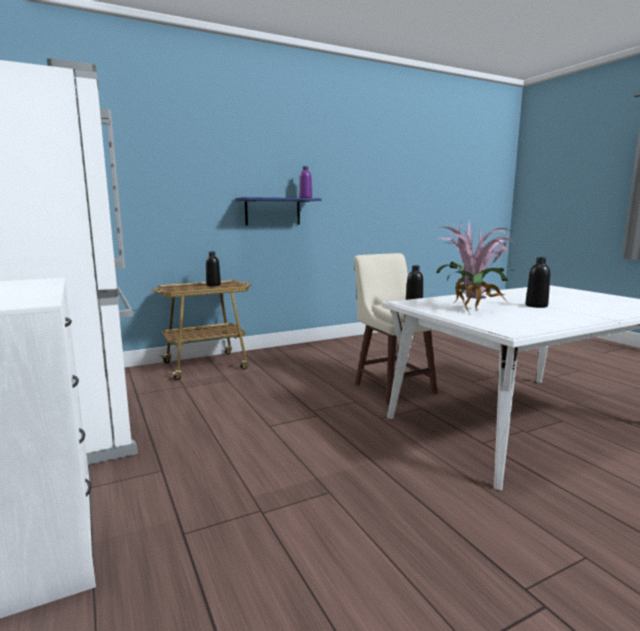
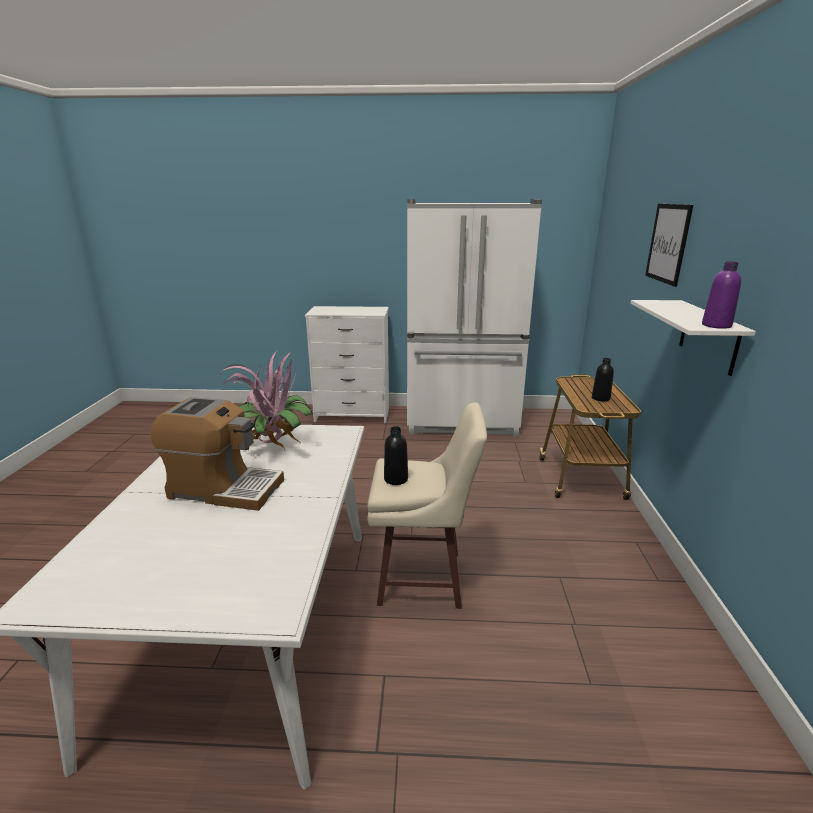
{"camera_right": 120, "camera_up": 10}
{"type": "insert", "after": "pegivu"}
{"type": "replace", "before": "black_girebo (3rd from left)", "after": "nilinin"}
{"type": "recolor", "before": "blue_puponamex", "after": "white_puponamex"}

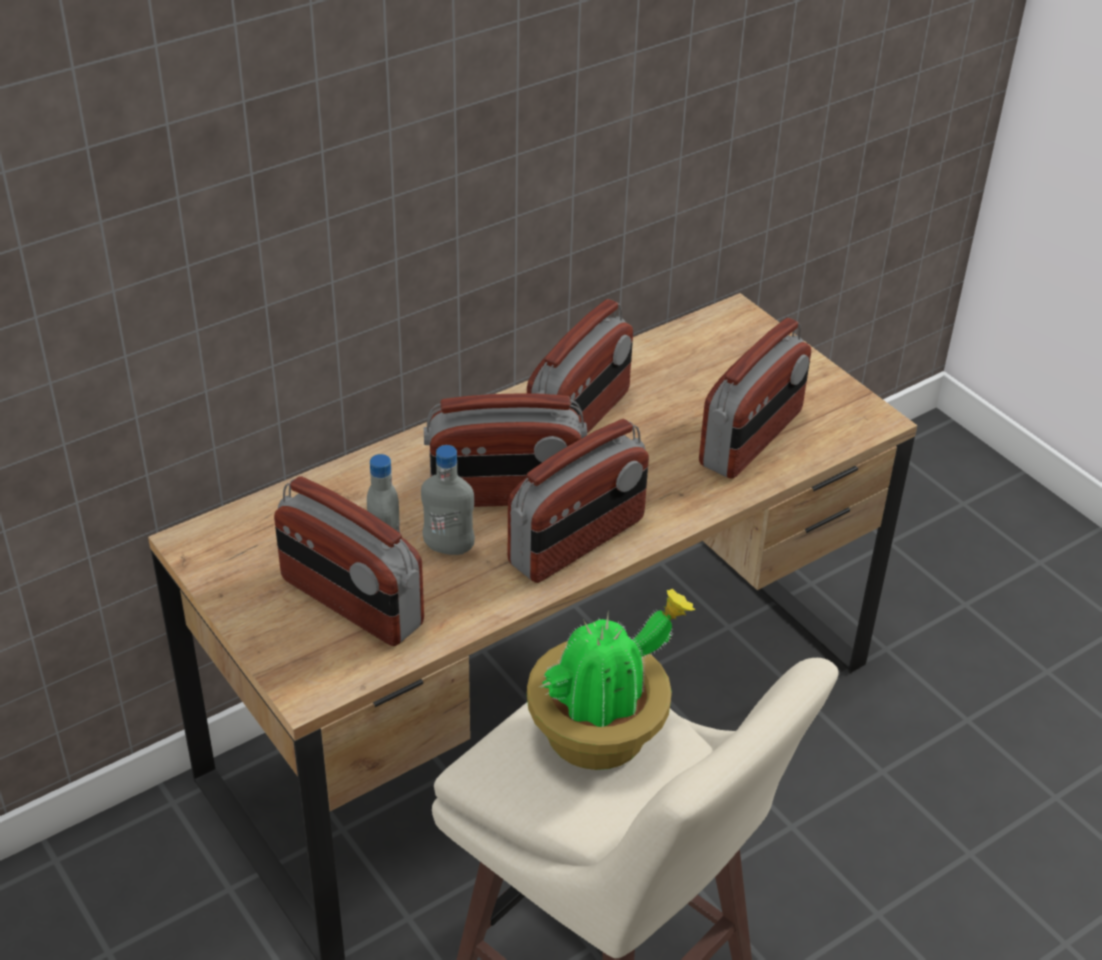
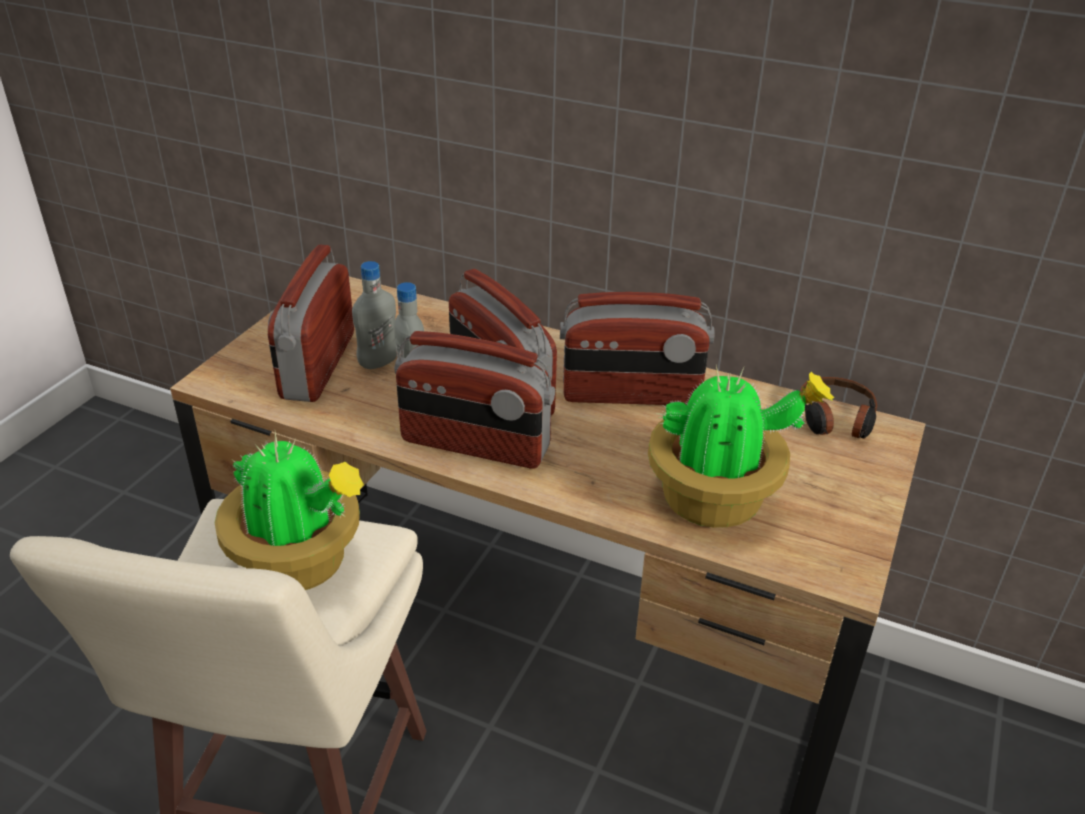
{"camera_right": 60, "camera_up": -5}
{"type": "insert", "after": "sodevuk"}
{"type": "replace", "before": "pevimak (5th from left)", "after": "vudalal (2nd from left)"}

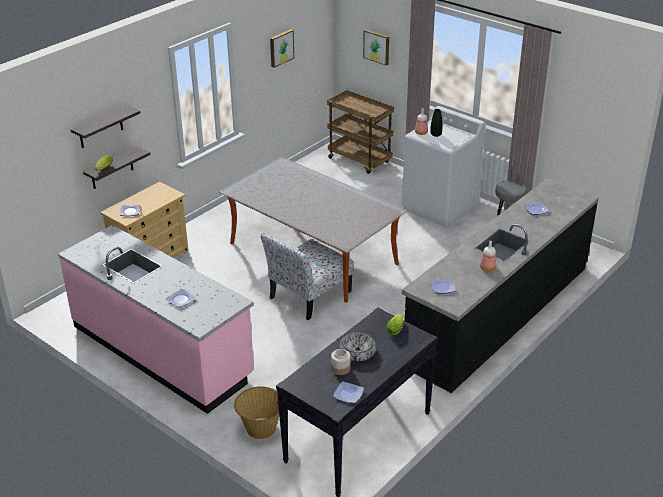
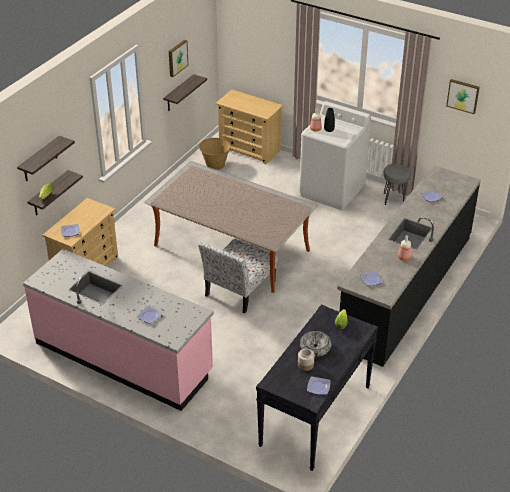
{"camera_right": -10, "camera_up": 5}
{"type": "insert", "after": "puponamex (3rd from left)"}
{"type": "move", "before": "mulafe"}
{"type": "move", "before": "pegivu (2nd from left)"}
{"type": "replace", "before": "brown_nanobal", "after": "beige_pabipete (2nd from left)"}

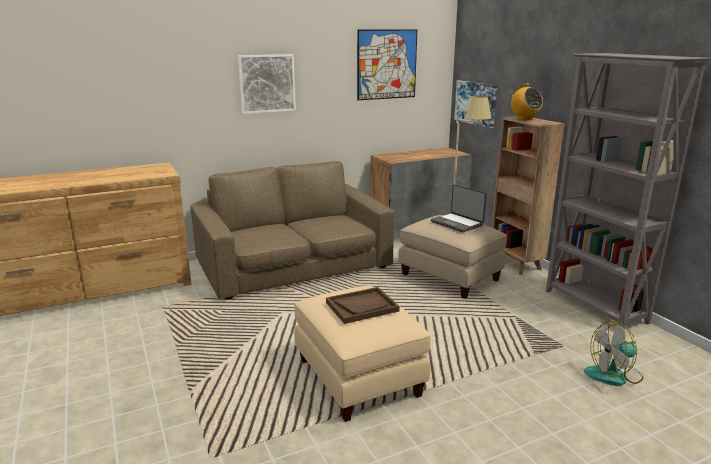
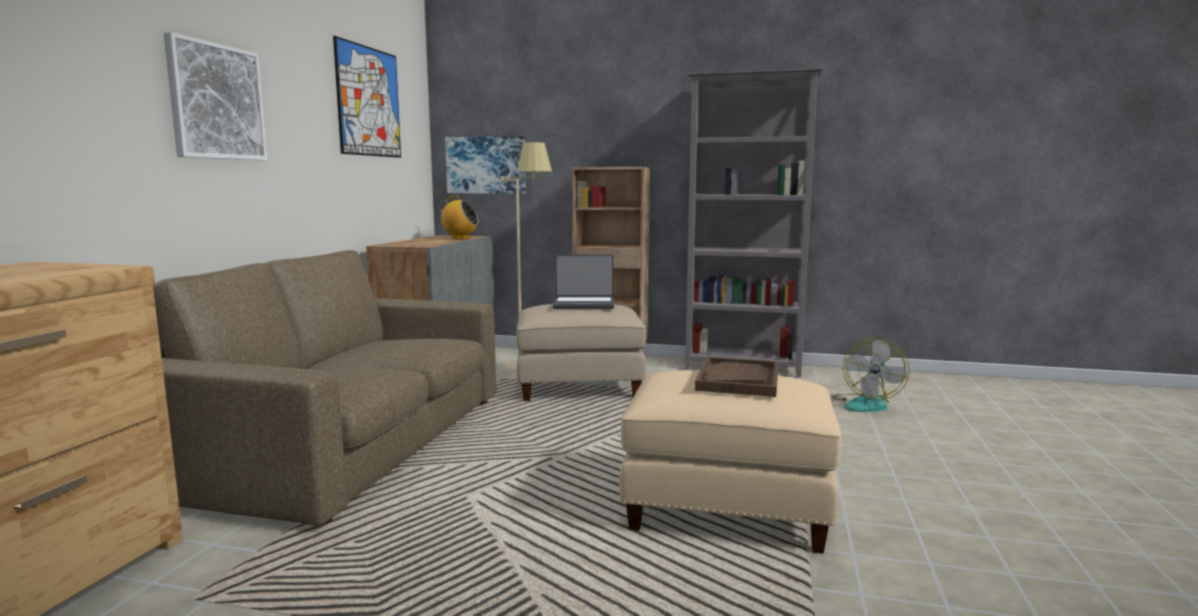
{"camera_right": -50, "camera_up": -10}
{"type": "move", "before": "pevimak"}

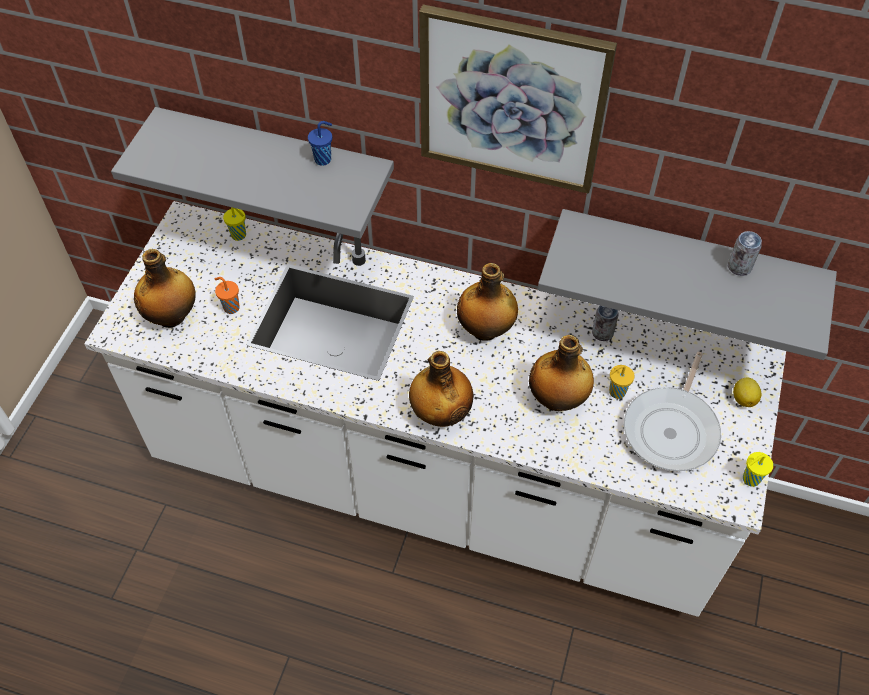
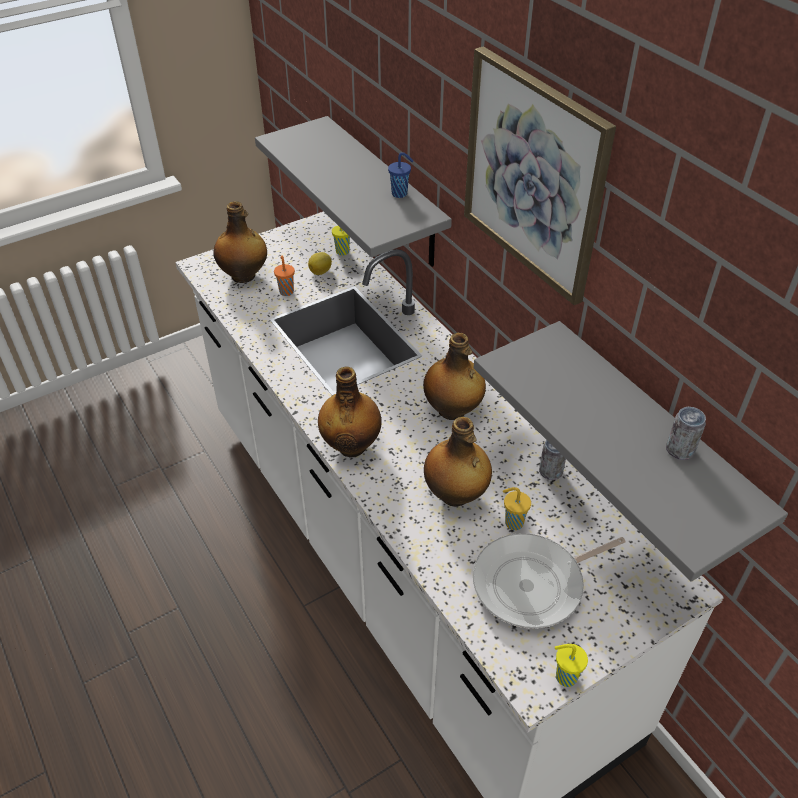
{"camera_right": 40, "camera_up": -10}
{"type": "move", "before": "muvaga"}

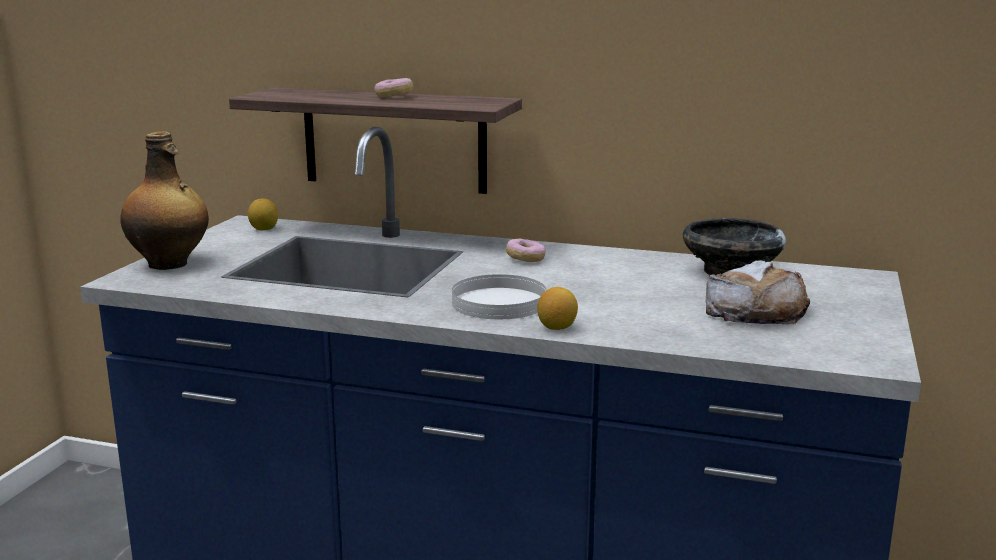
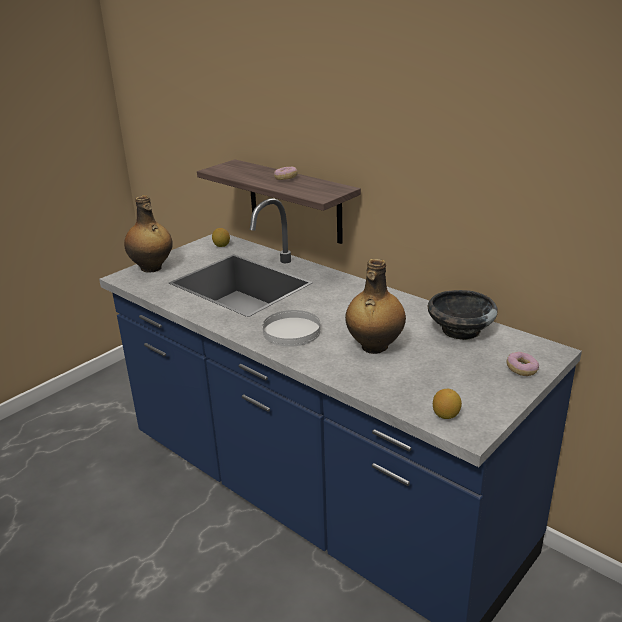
{"camera_right": 25, "camera_up": 10}
{"type": "delete", "before": "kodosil"}
{"type": "insert", "after": "girebo (2nd from left)"}
{"type": "move", "before": "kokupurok (2nd from left)"}
{"type": "move", "before": "muvaga (2nd from left)"}

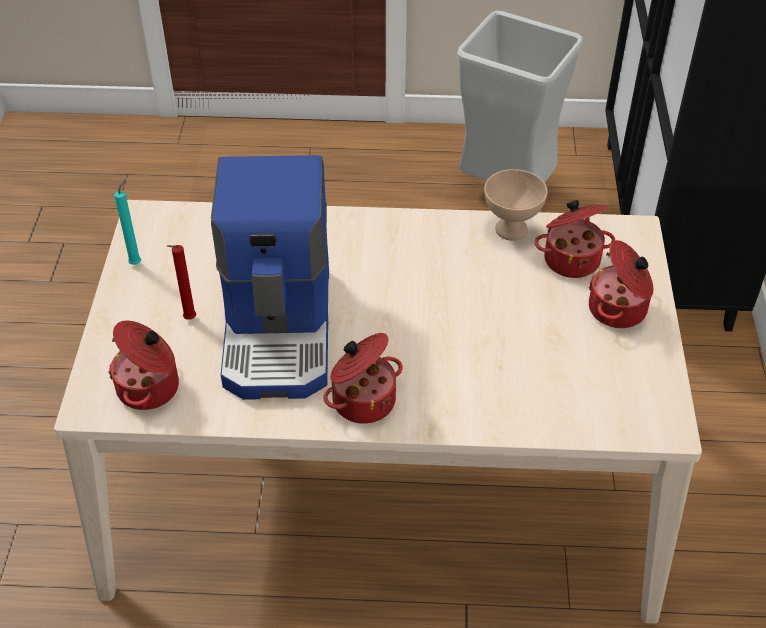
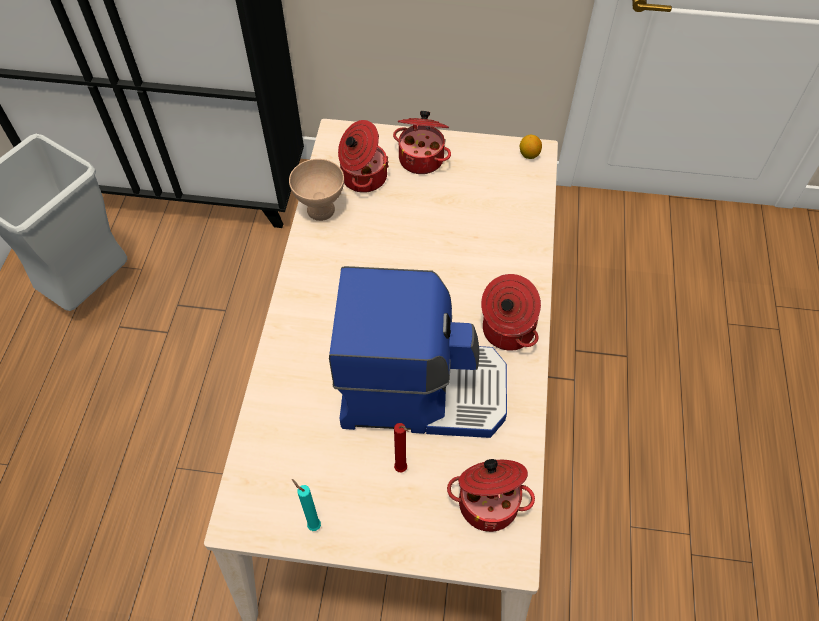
{"camera_right": -85, "camera_up": 10}
{"type": "insert", "after": "muvaga"}

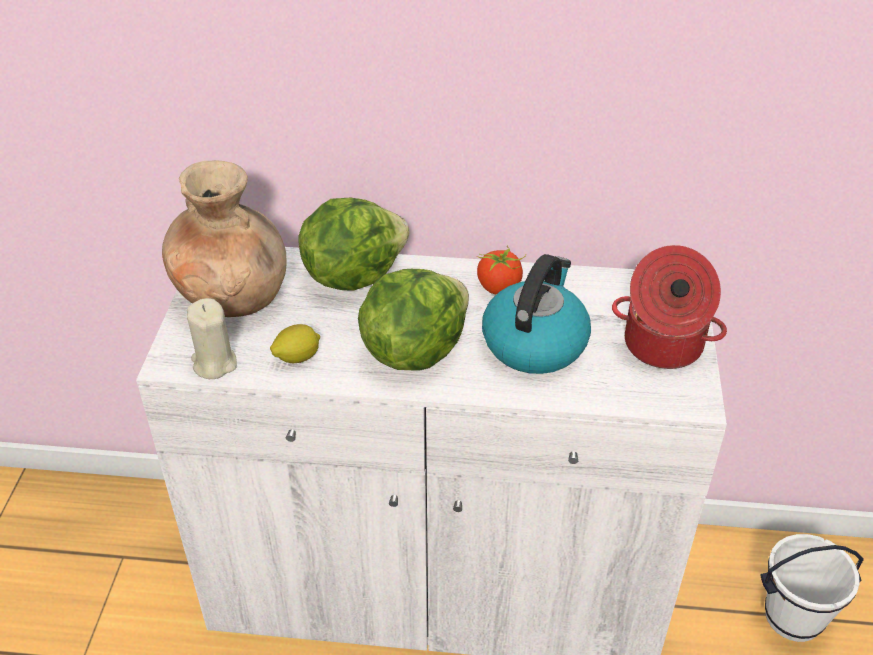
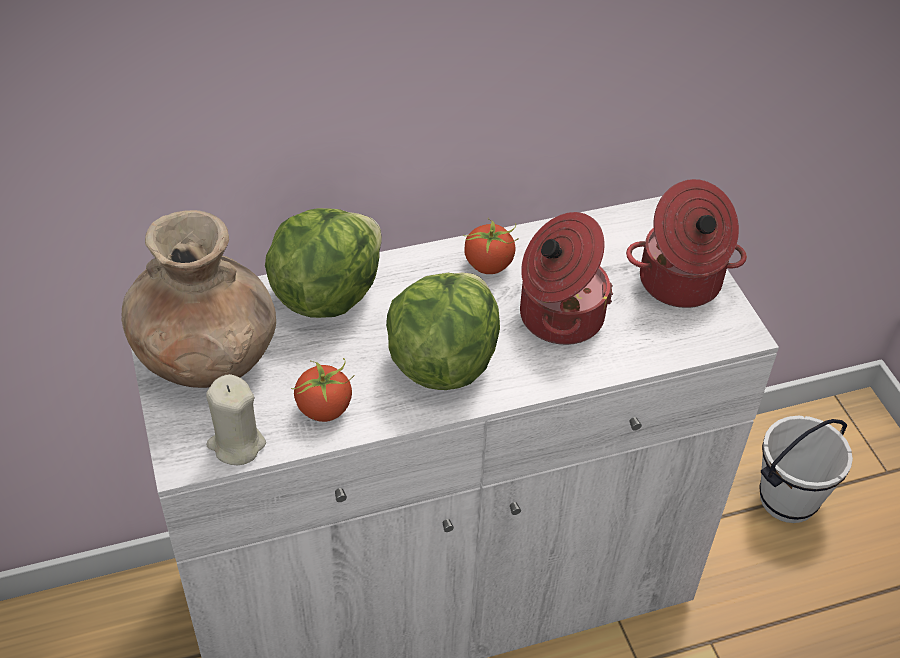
{"camera_right": -25, "camera_up": 5}
{"type": "replace", "before": "muvaga", "after": "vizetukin (1st from left)"}
{"type": "replace", "before": "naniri", "after": "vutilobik (1st from left)"}

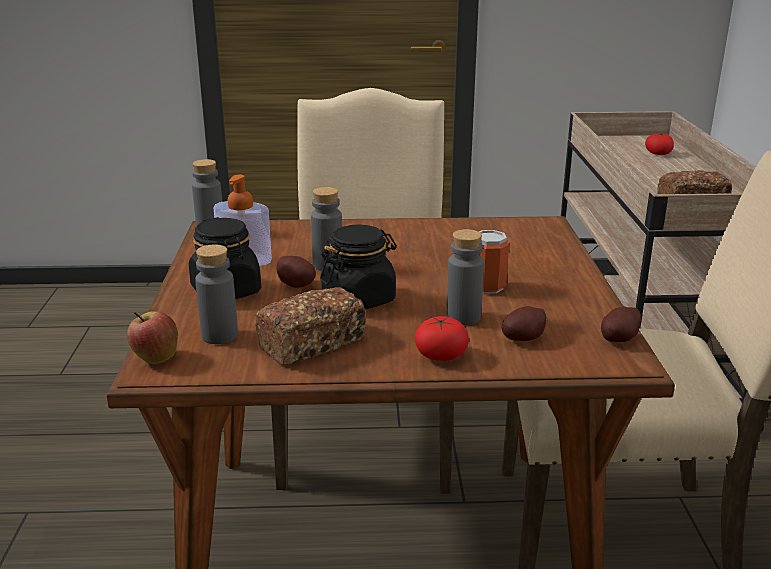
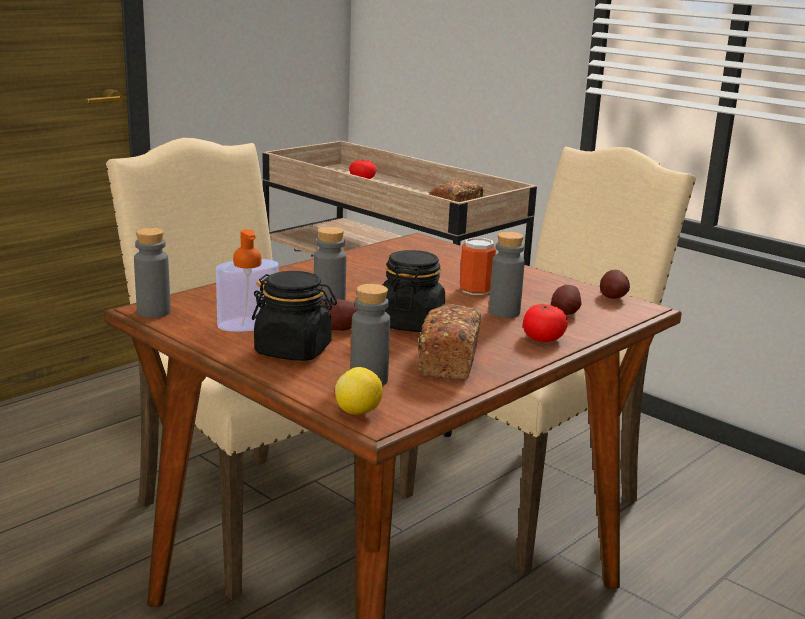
{"camera_right": -45, "camera_up": -5}
{"type": "replace", "before": "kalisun", "after": "muvaga"}

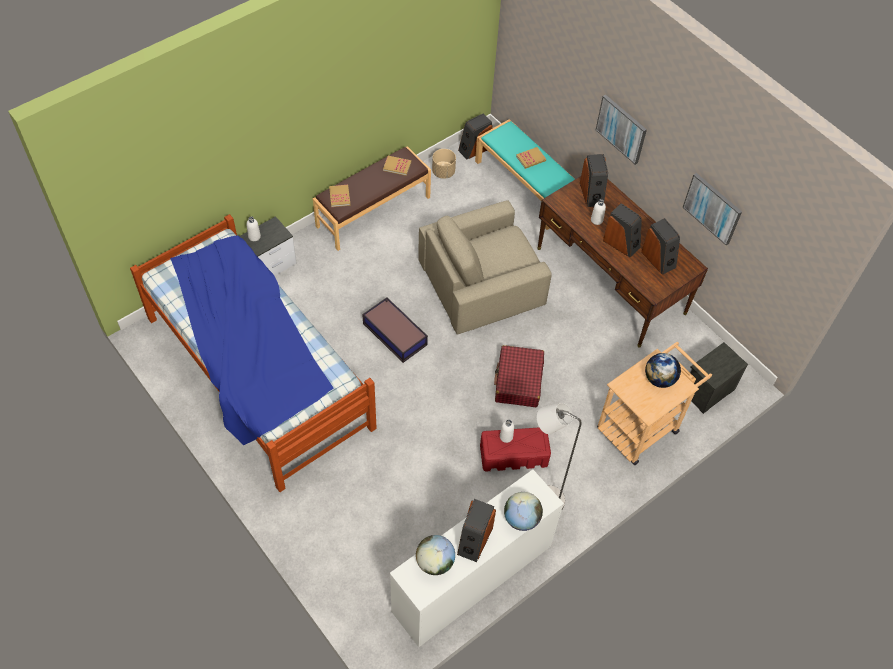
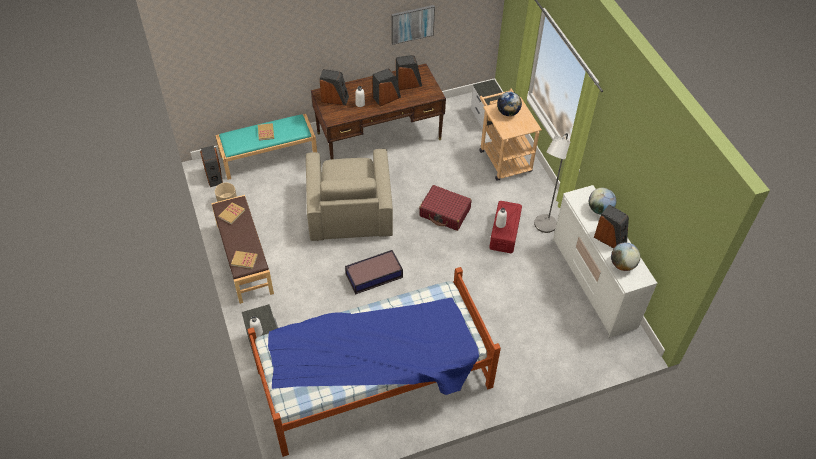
{"camera_right": -70, "camera_up": -5}
{"type": "delete", "before": "pegivu (1st from left)"}

